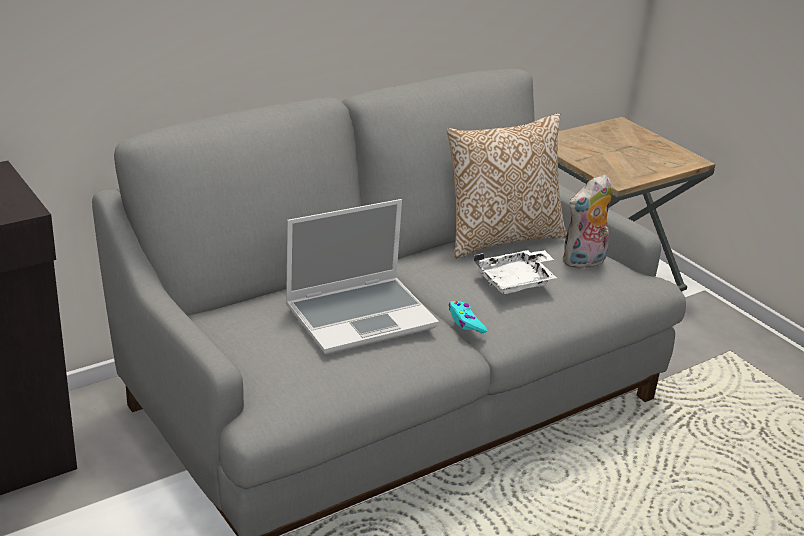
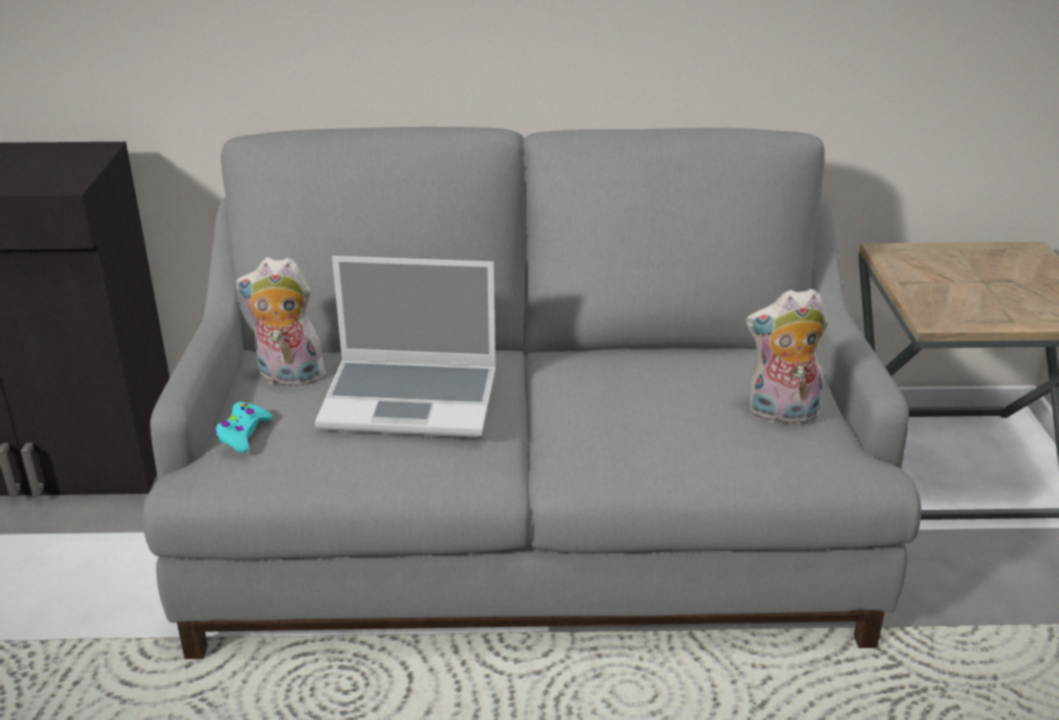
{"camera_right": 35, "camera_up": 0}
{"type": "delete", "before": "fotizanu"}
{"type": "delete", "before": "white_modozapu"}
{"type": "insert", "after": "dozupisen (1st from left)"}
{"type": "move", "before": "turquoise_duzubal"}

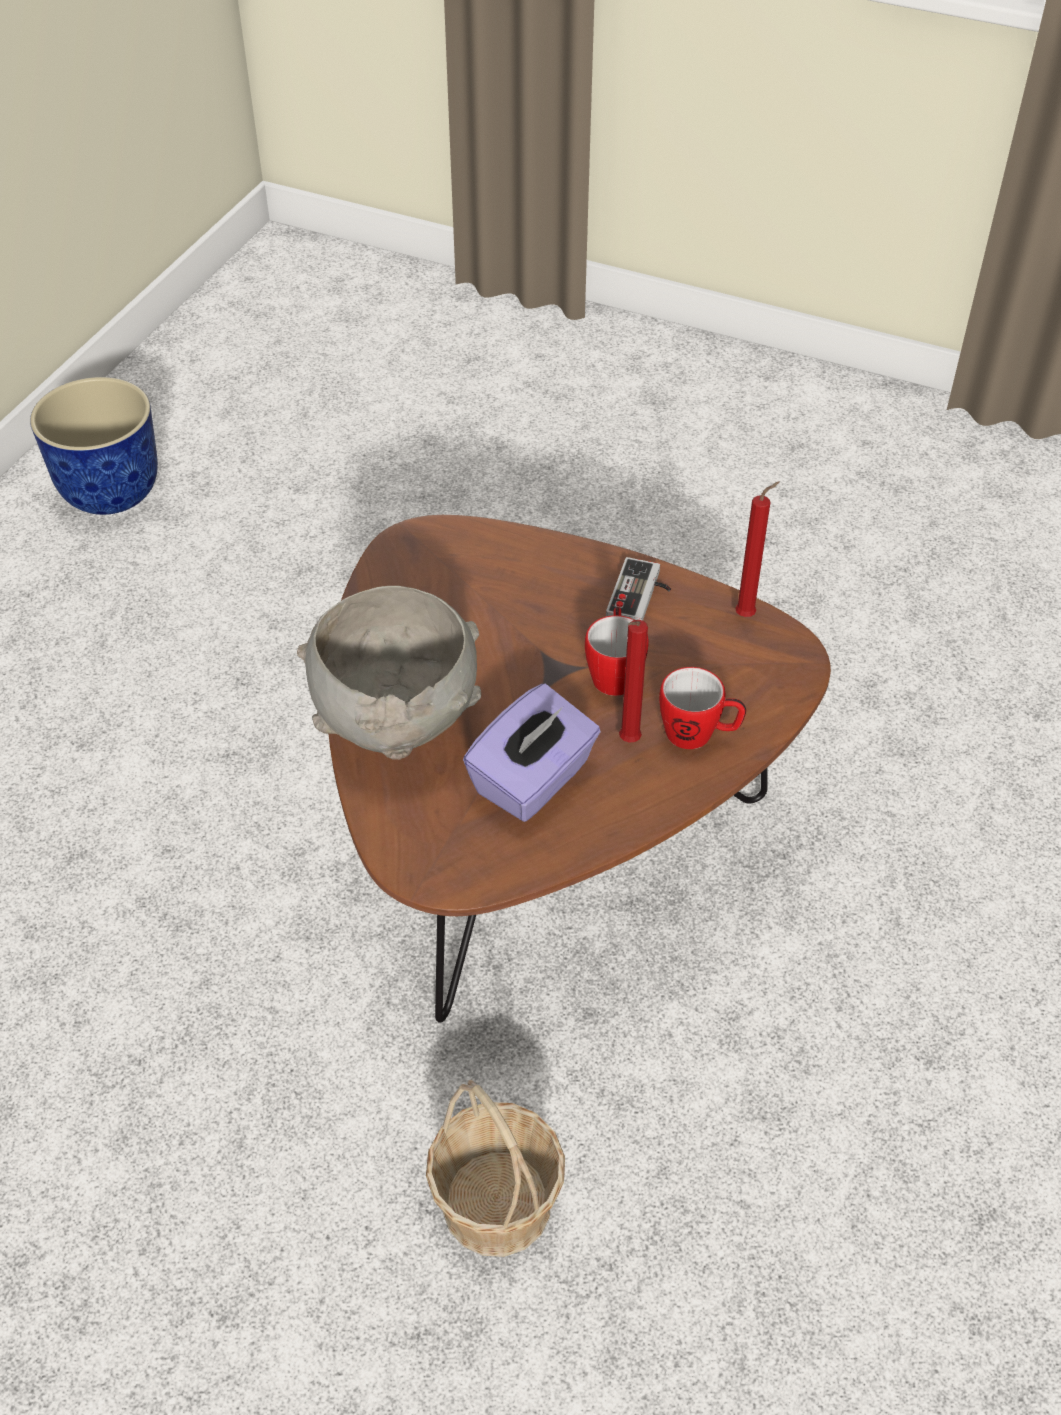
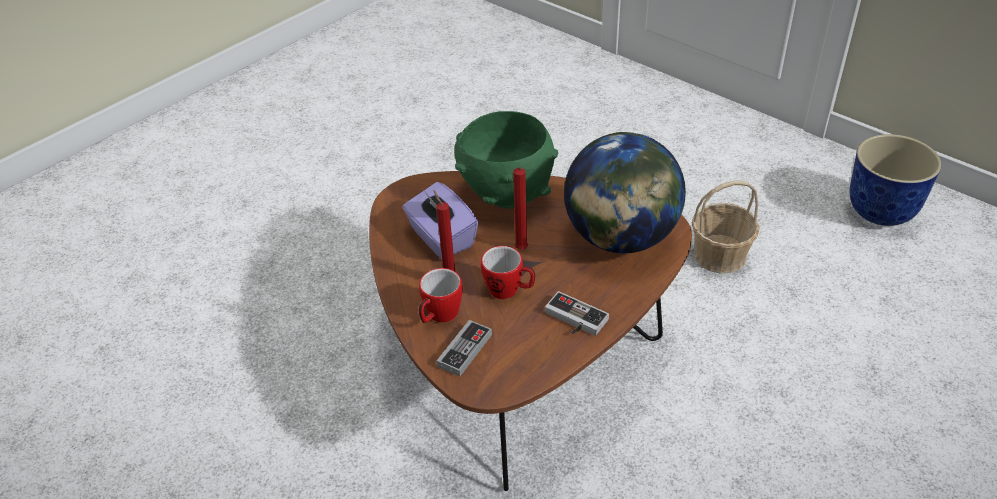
{"camera_right": 110, "camera_up": -5}
{"type": "insert", "after": "duzubal (1st from left)"}
{"type": "insert", "after": "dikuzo"}
{"type": "move", "before": "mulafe"}
{"type": "move", "before": "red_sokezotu (2nd from left)"}
{"type": "recolor", "before": "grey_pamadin", "after": "green_pamadin"}

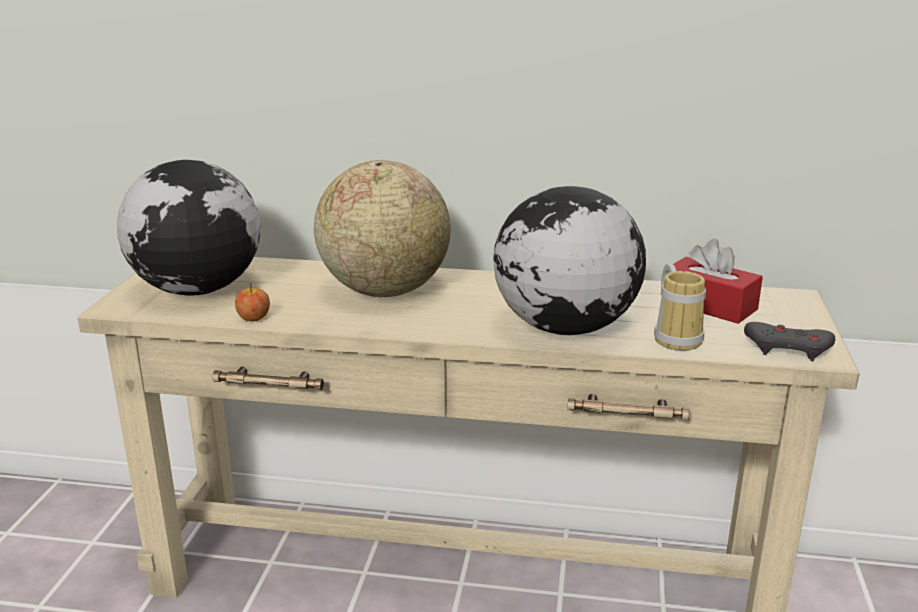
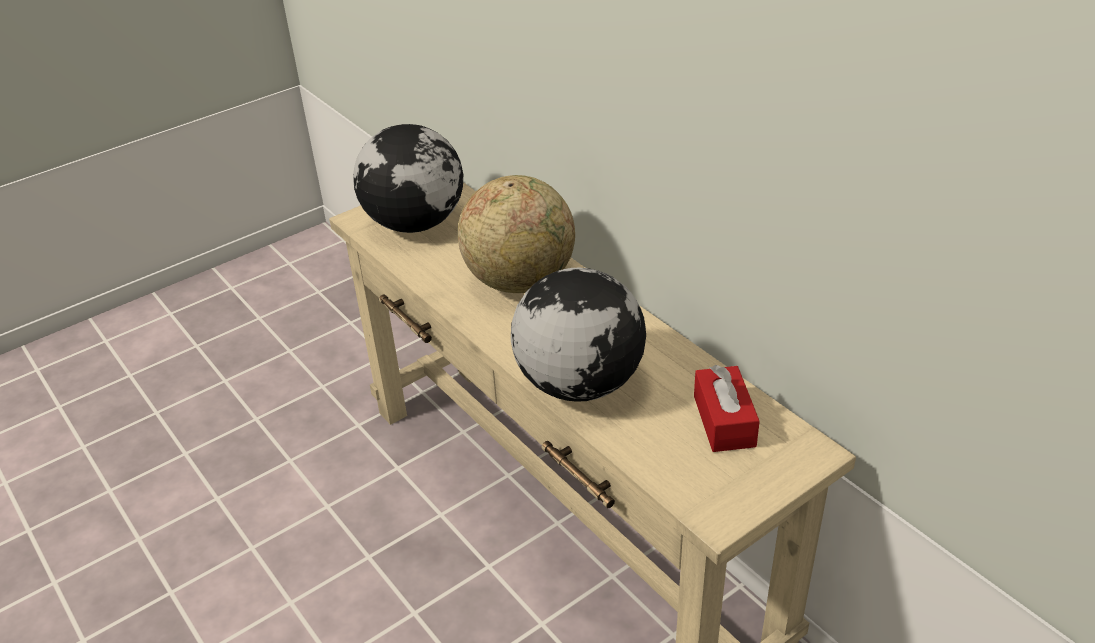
{"camera_right": 45, "camera_up": 15}
{"type": "delete", "before": "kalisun"}
{"type": "delete", "before": "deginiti"}
{"type": "delete", "before": "grey_duzubal"}

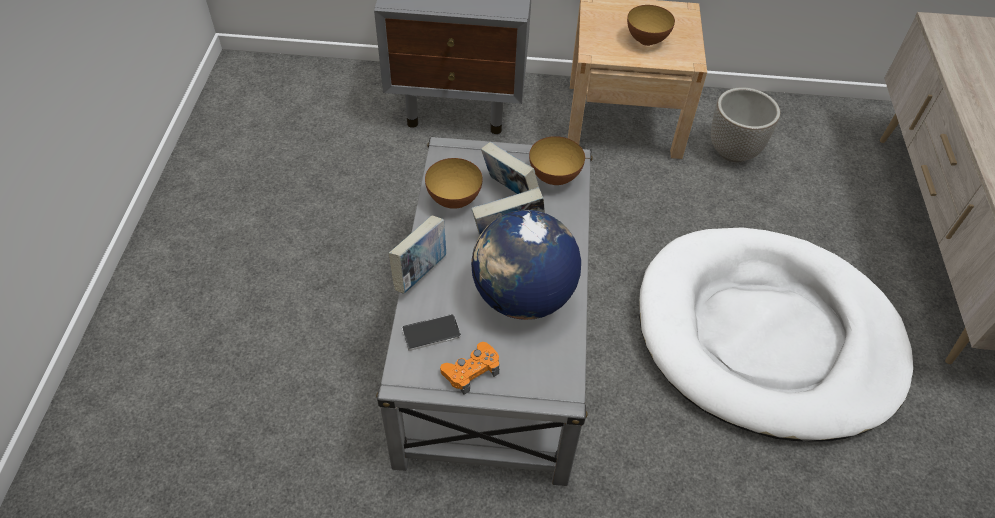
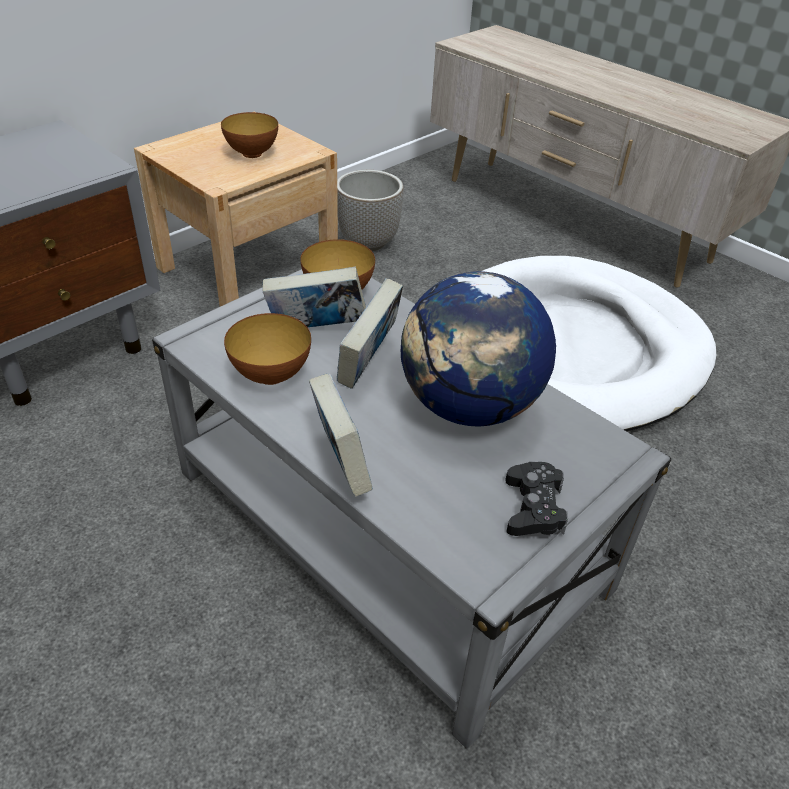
{"camera_right": -50, "camera_up": -10}
{"type": "delete", "before": "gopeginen"}
{"type": "recolor", "before": "orange_duzubal", "after": "black_duzubal"}

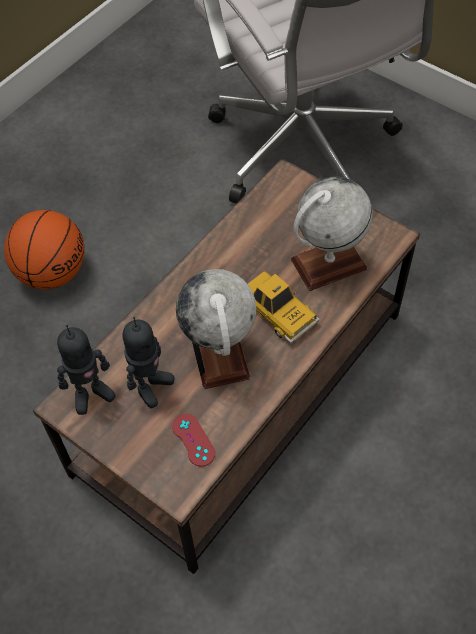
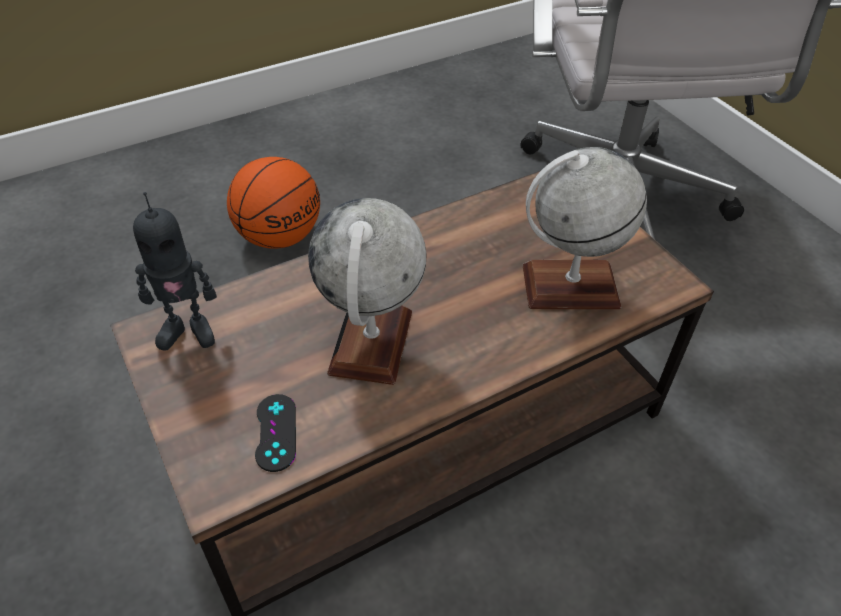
{"camera_right": 20, "camera_up": -10}
{"type": "delete", "before": "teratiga (2nd from left)"}
{"type": "delete", "before": "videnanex"}
{"type": "recolor", "before": "red_duzubal", "after": "black_duzubal"}

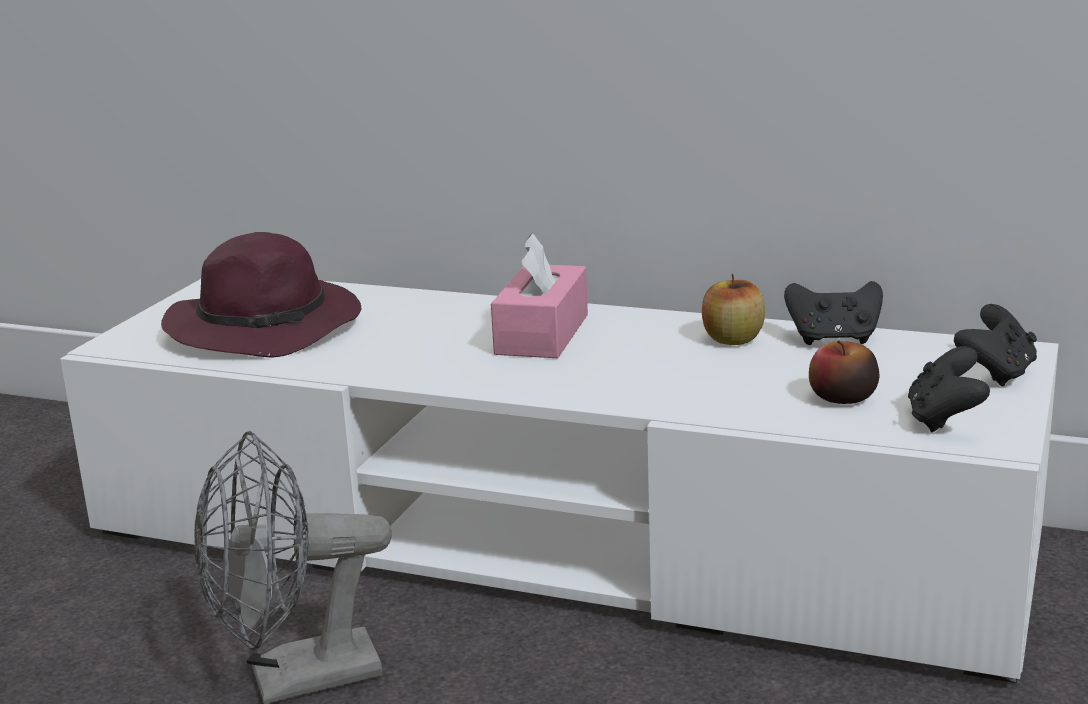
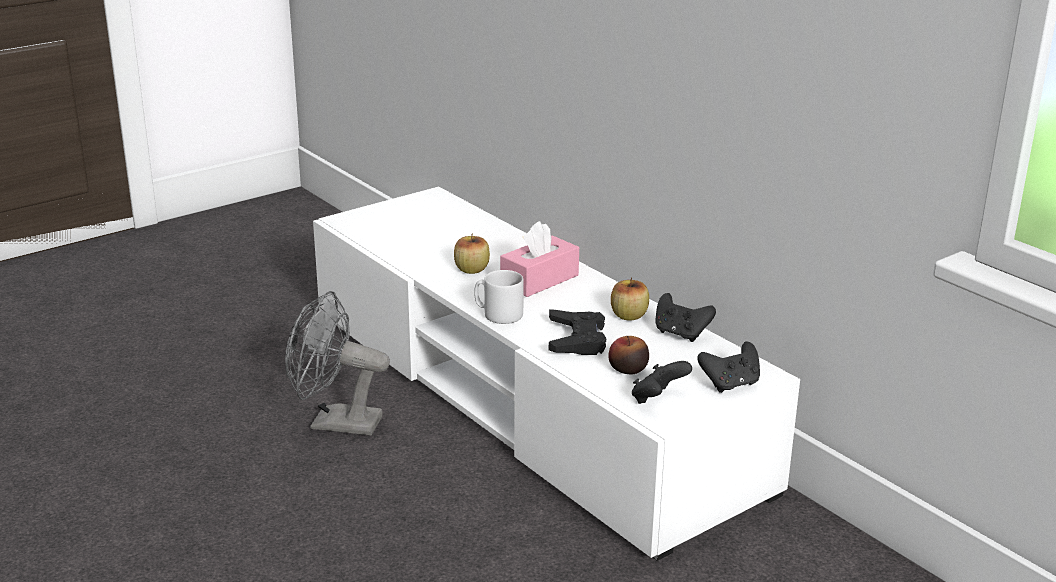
{"camera_right": 30, "camera_up": 5}
{"type": "delete", "before": "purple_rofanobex"}
{"type": "insert", "after": "kalisun (1st from left)"}
{"type": "insert", "after": "grey_deginiti"}
{"type": "insert", "after": "black_duzubal (1st from left)"}

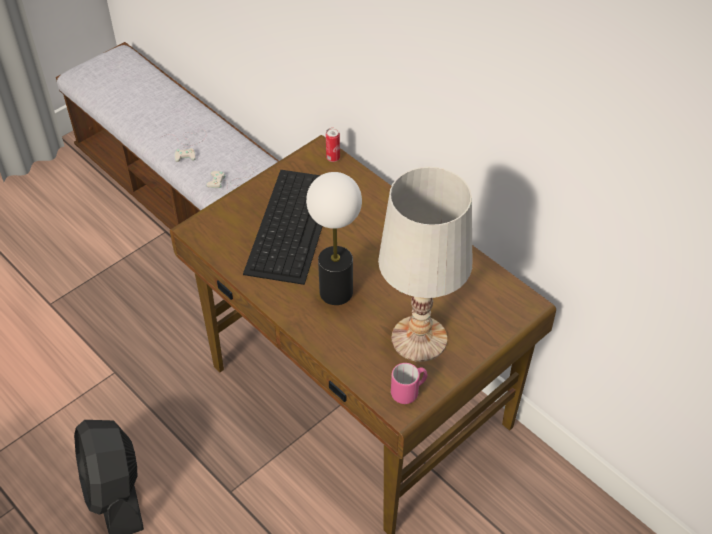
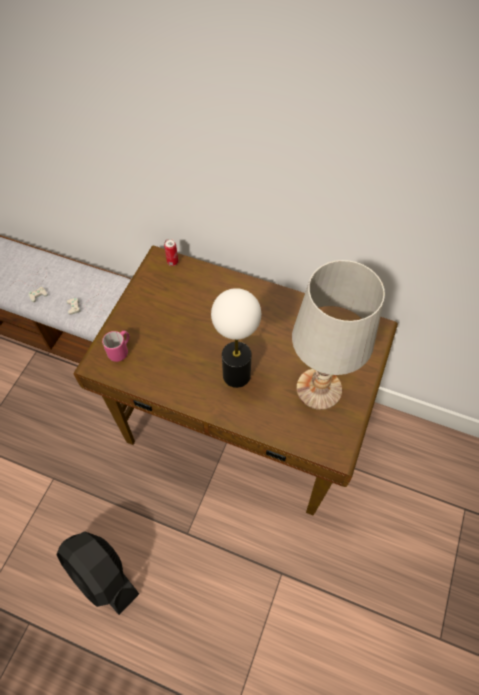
{"camera_right": -25, "camera_up": 10}
{"type": "delete", "before": "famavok"}
{"type": "move", "before": "pink_deginiti"}

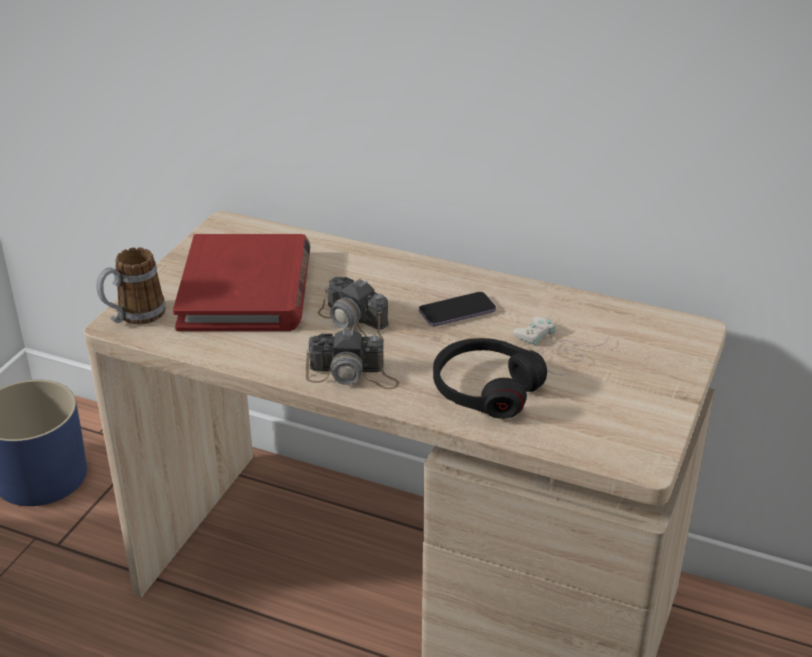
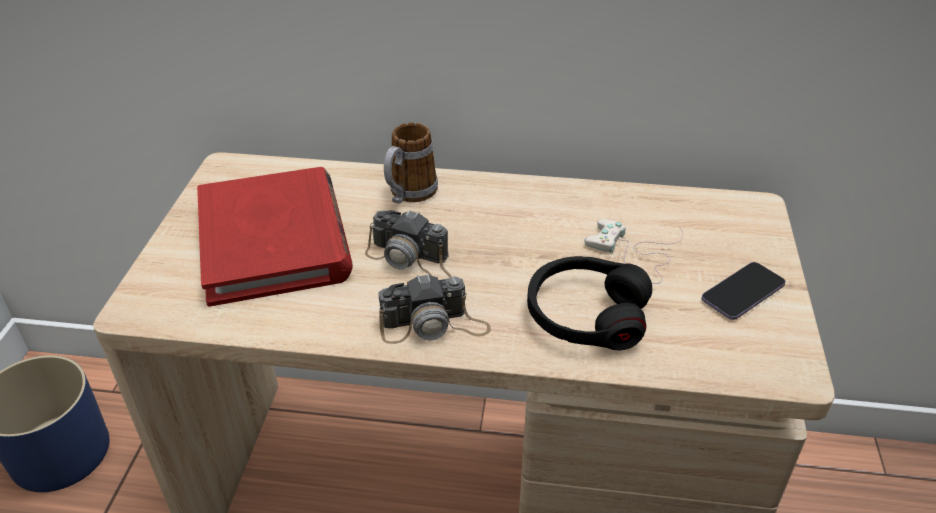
{"camera_right": -15, "camera_up": 5}
{"type": "move", "before": "deginiti"}
{"type": "move", "before": "gopeginen"}

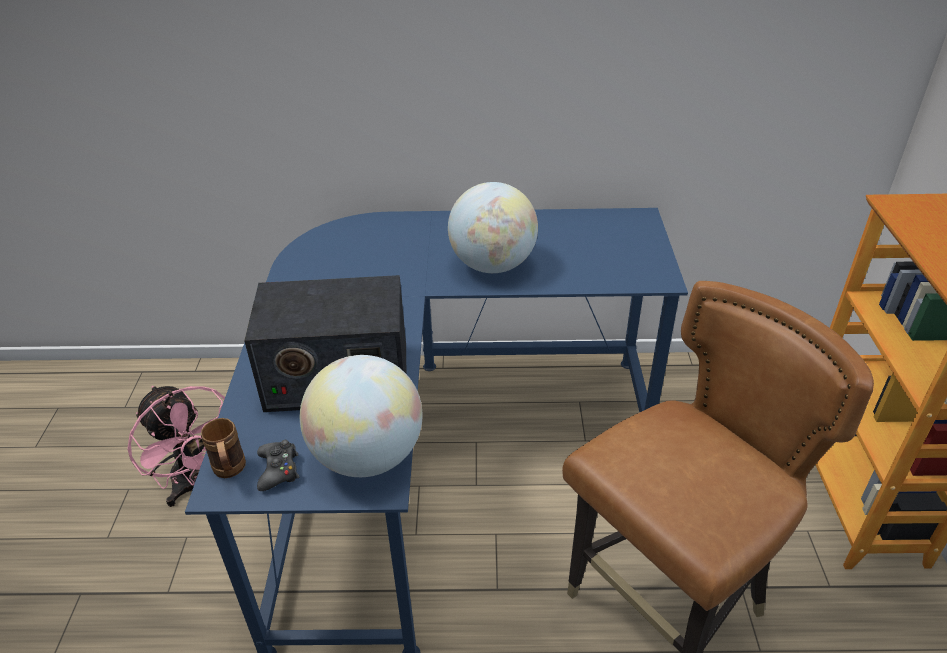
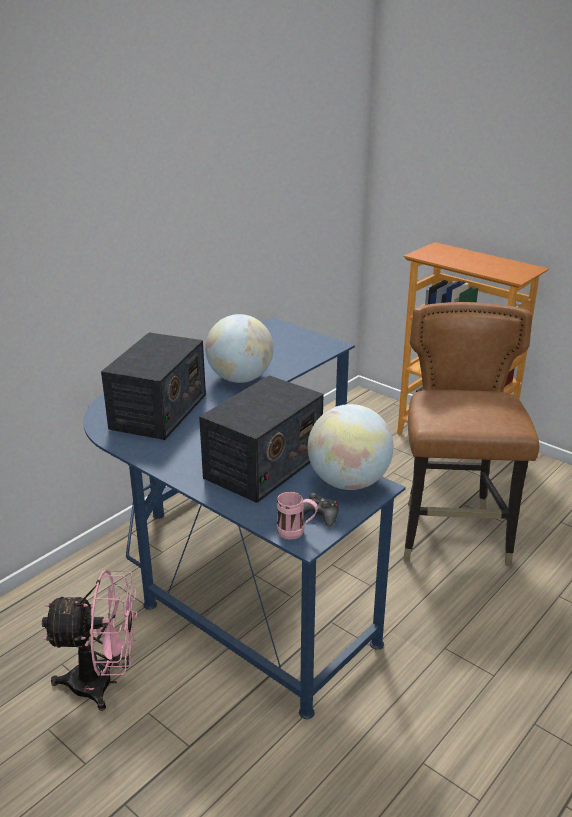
{"camera_right": -50, "camera_up": -10}
{"type": "insert", "after": "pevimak (1st from left)"}
{"type": "recolor", "before": "brown_deginiti", "after": "pink_deginiti"}

